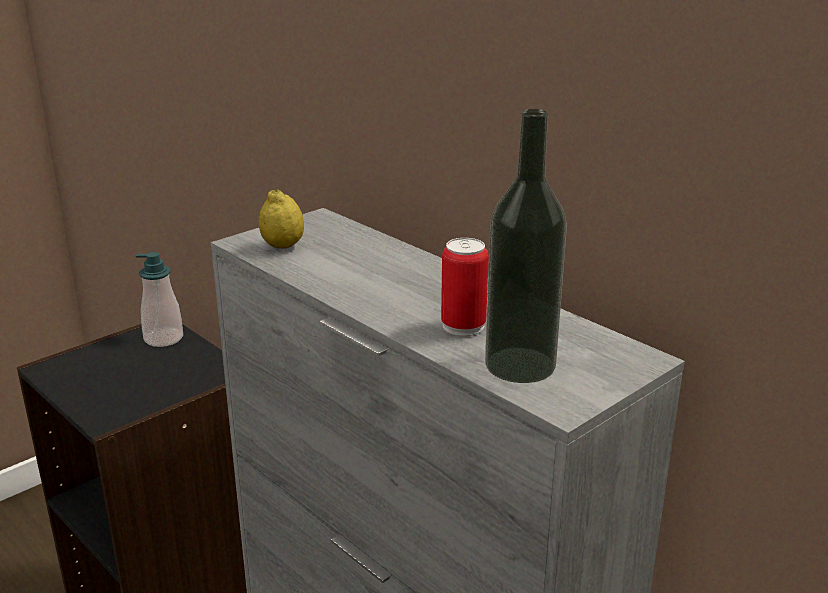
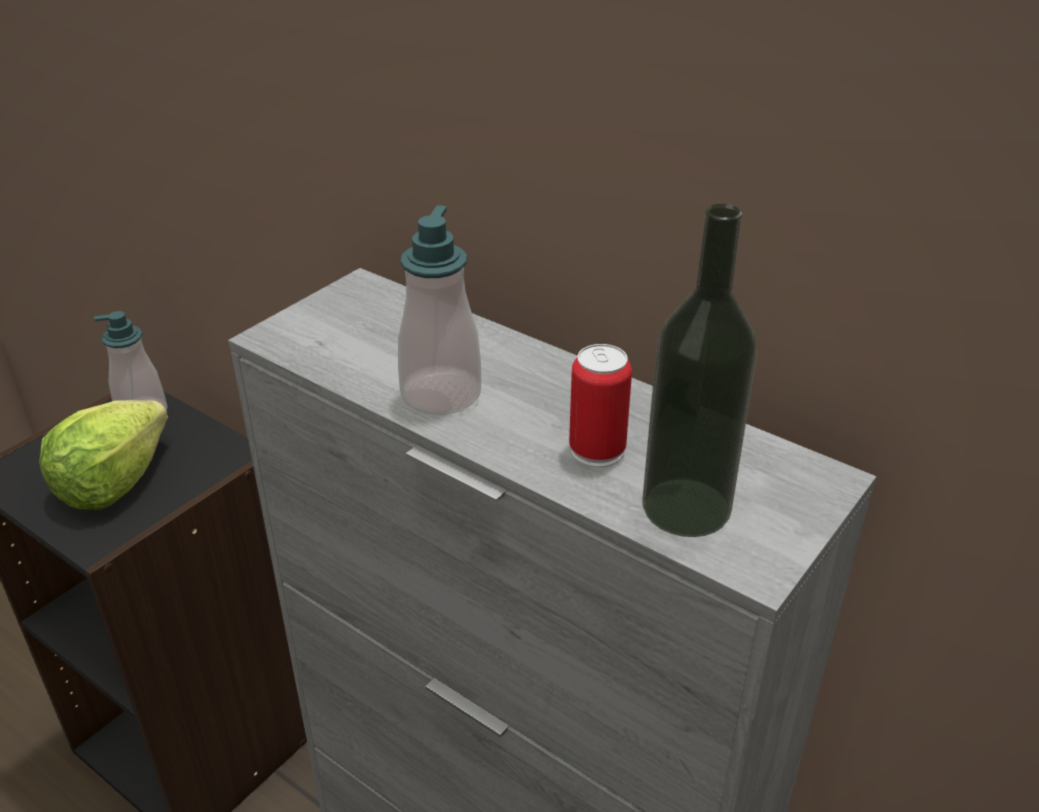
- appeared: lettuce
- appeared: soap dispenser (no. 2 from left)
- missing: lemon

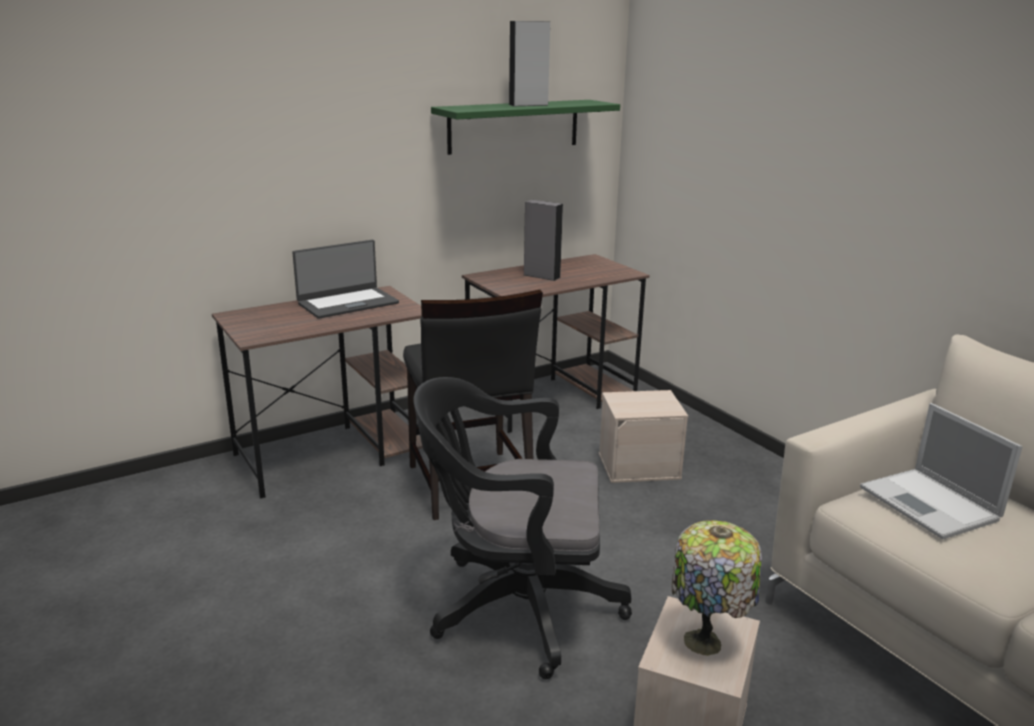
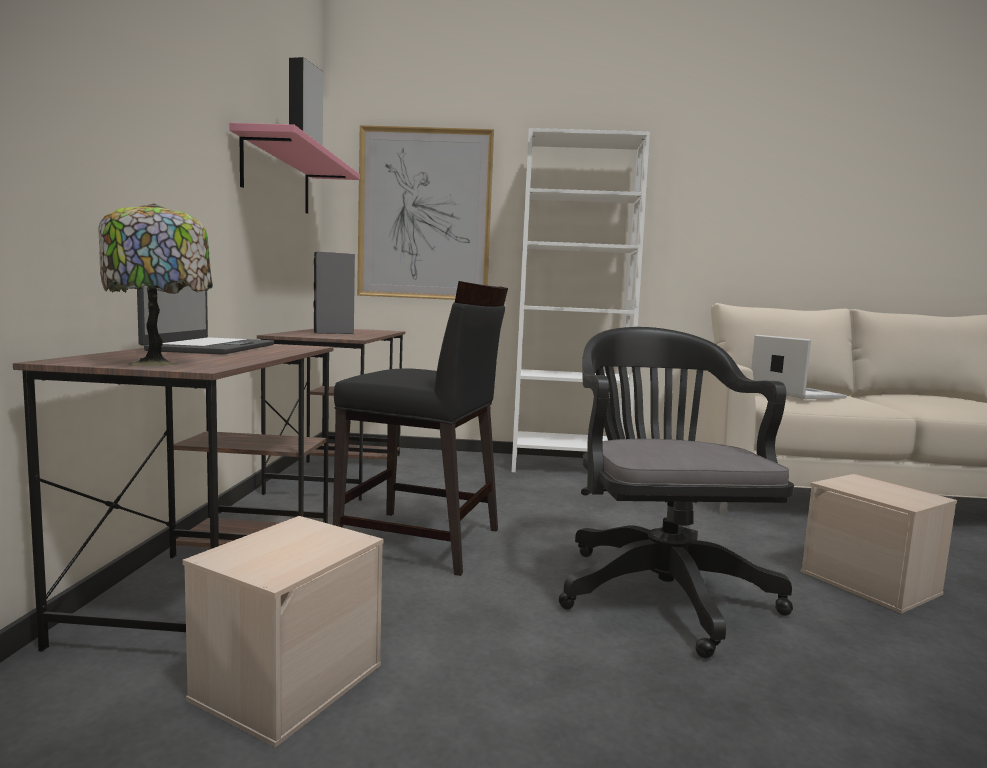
- relocated: table lamp
- relocated: beige storage box (no. 1 from left)
- colour: green shelf to pink shelf
- appeared: picture
- appeared: white bookcase
- spun: black office chair 135 degrees clockwise
- spun: laptop (no. 2 from left) 120 degrees counterclockwise

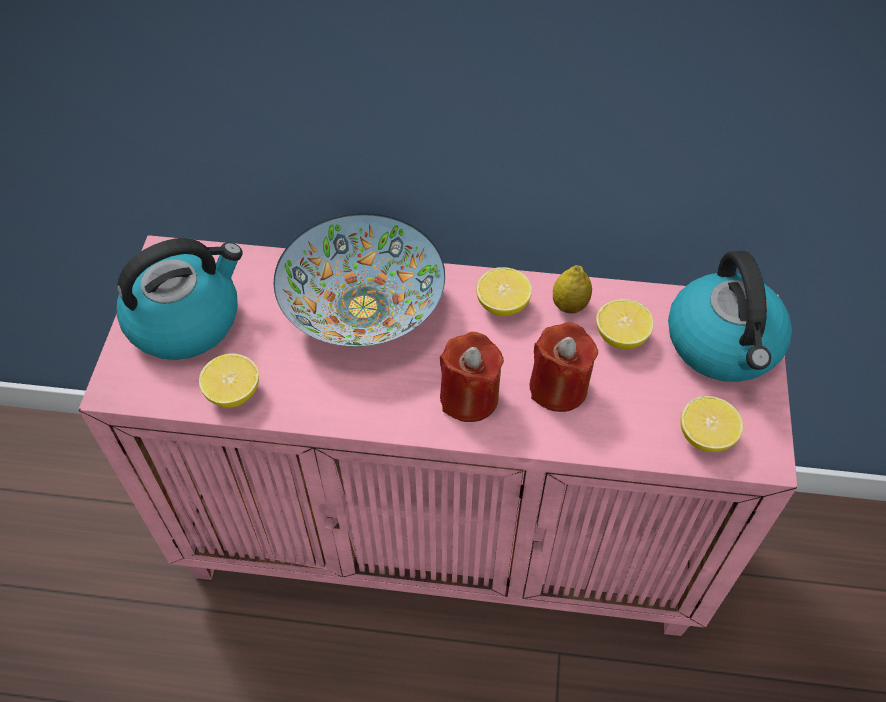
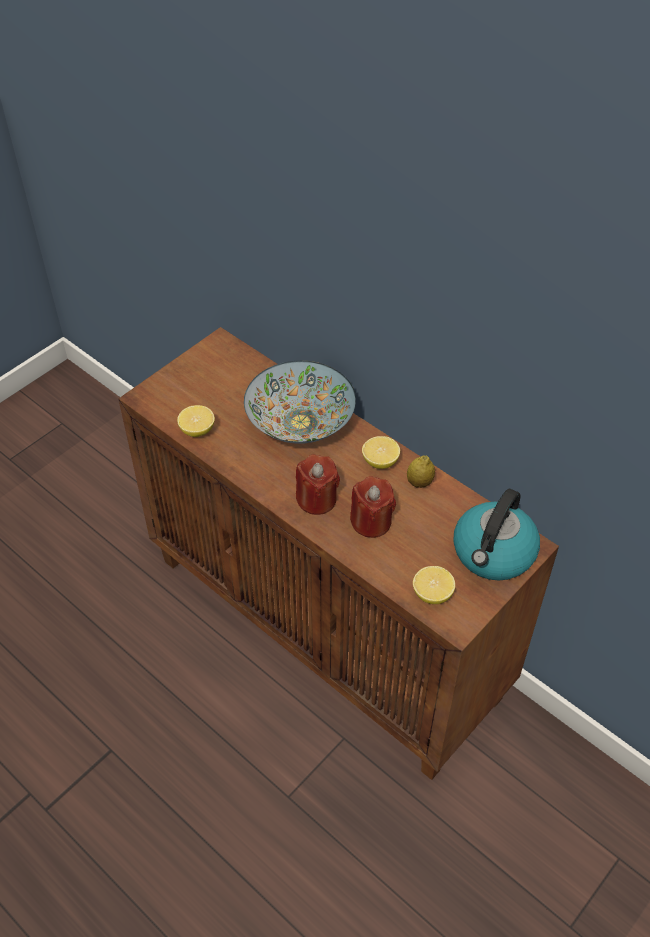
- colour: pink cabinet to brown cabinet
- missing: kettle (no. 1 from left)
- missing: lemon (no. 4 from left)

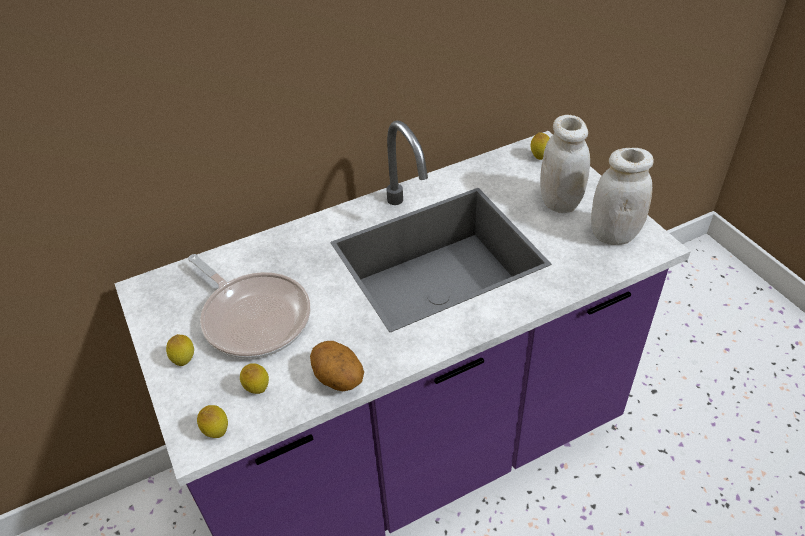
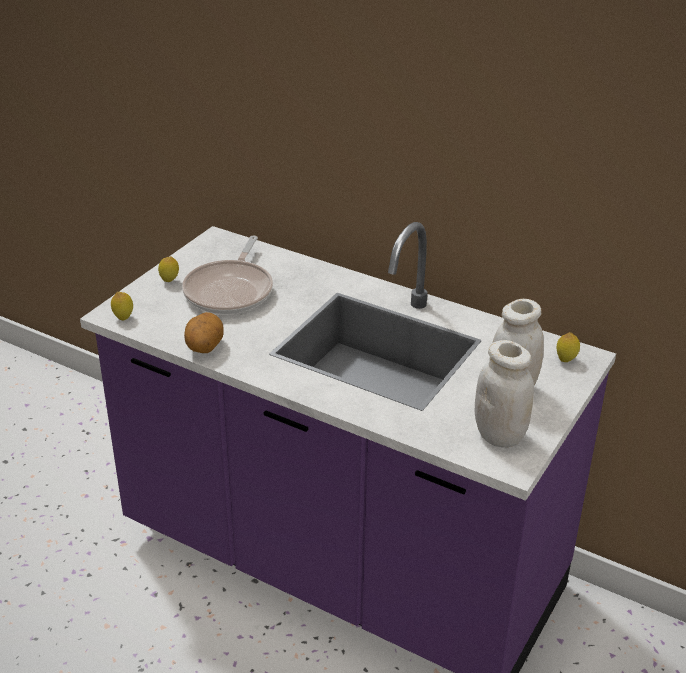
- missing: lemon (no. 3 from left)

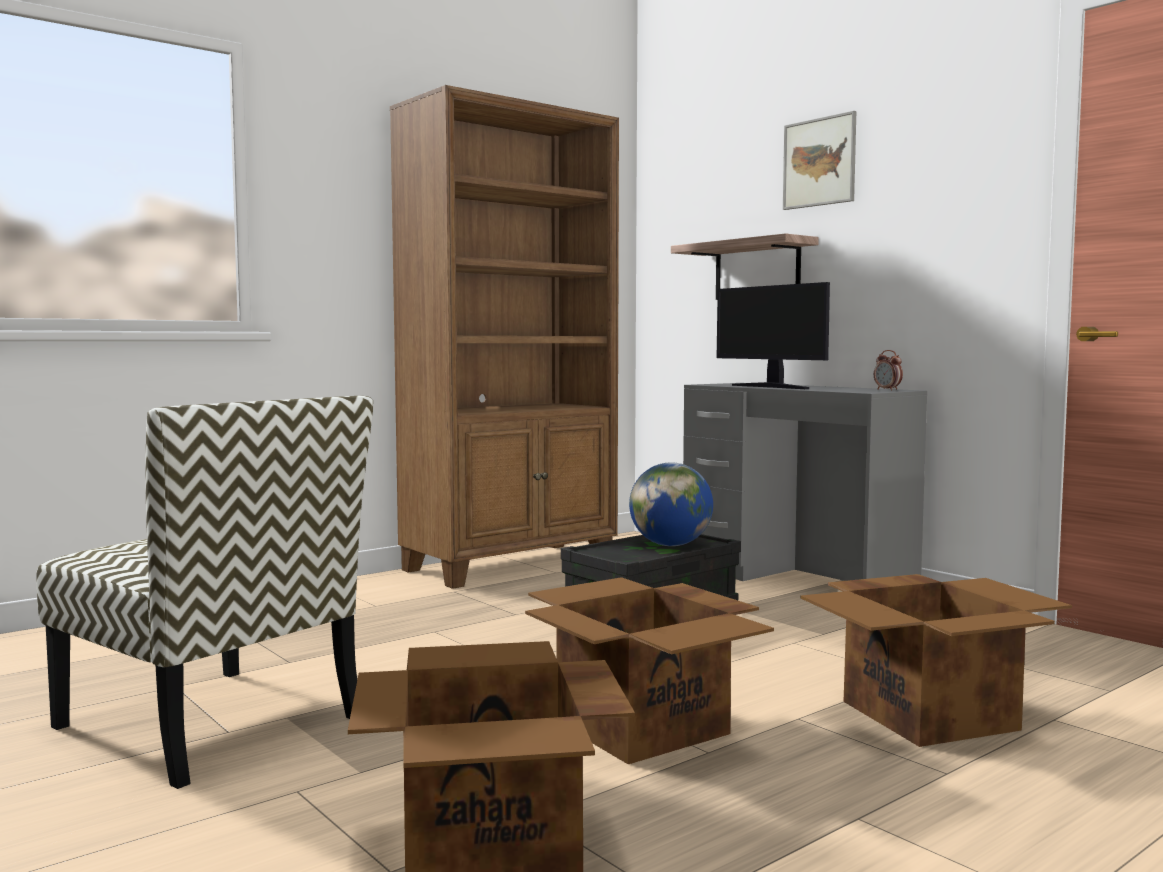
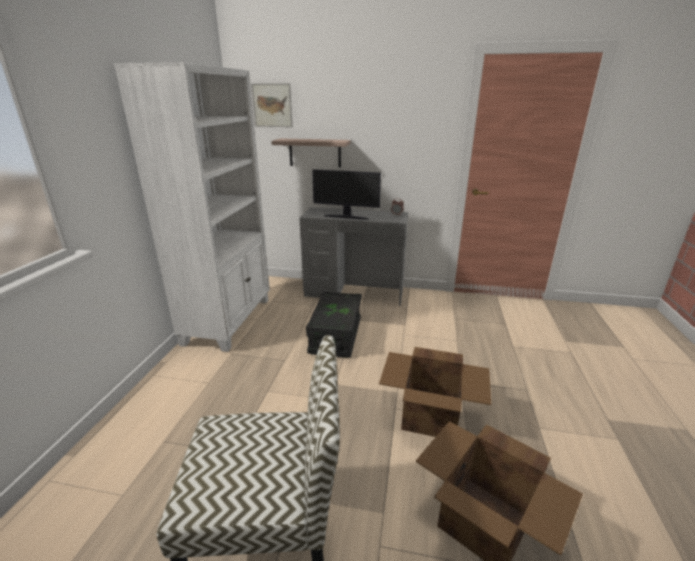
- colour: brown bookcase to white bookcase
- relocated: picture
- missing: globe
- missing: cardboard box (no. 3 from left)

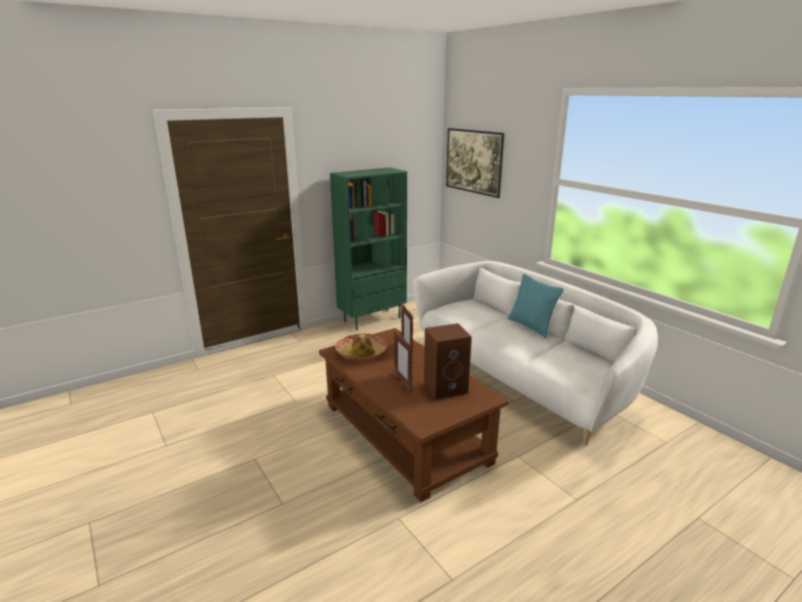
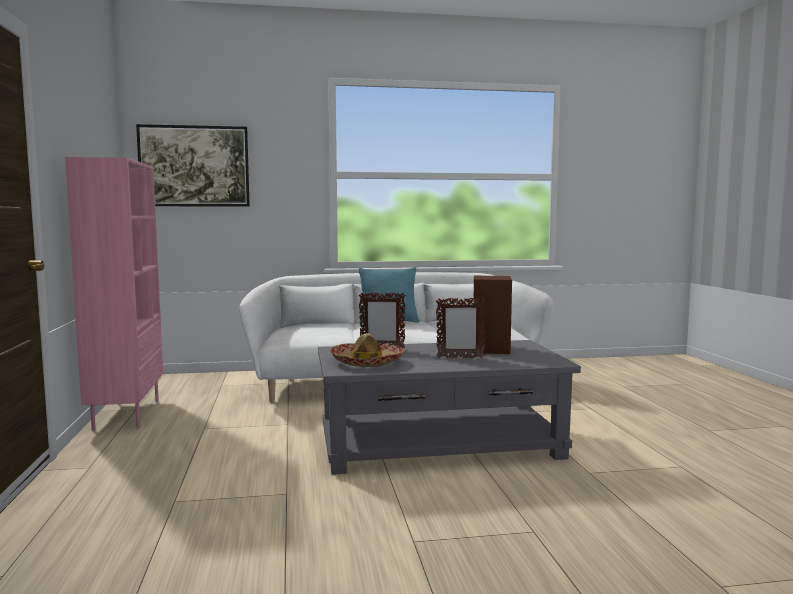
- colour: green bookcase to pink bookcase
- colour: brown coffee table to grey coffee table

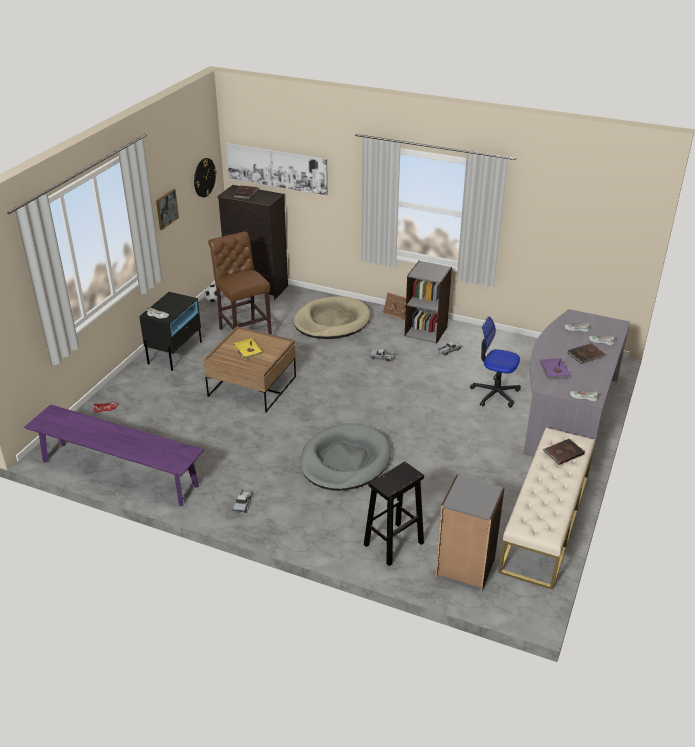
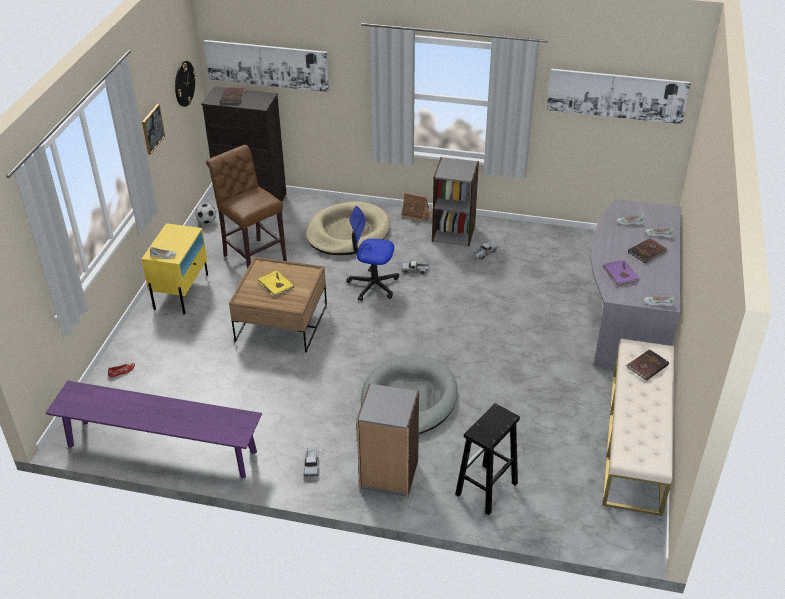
- colour: black nightstand to yellow nightstand
- relocated: office chair
- relocated: grey bookcase (no. 2 from left in the first image) to grey bookcase (no. 1 from left)
- appeared: picture (no. 3 from left)

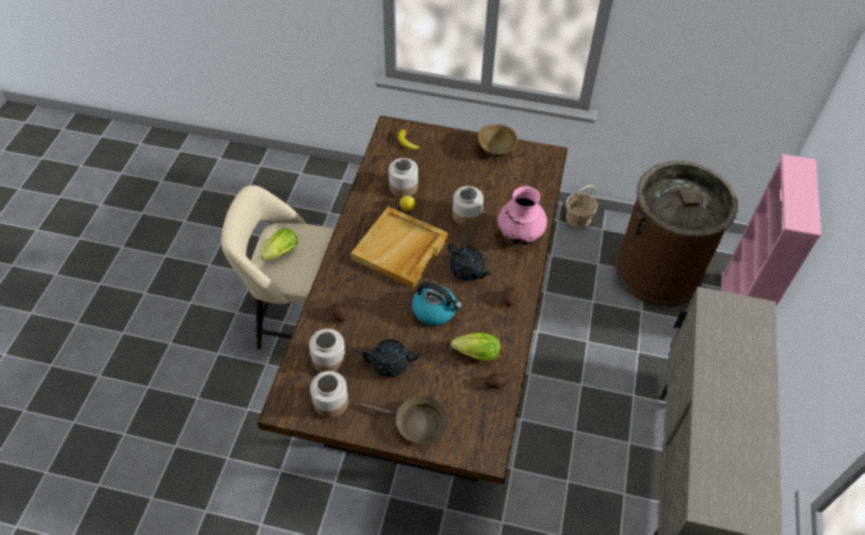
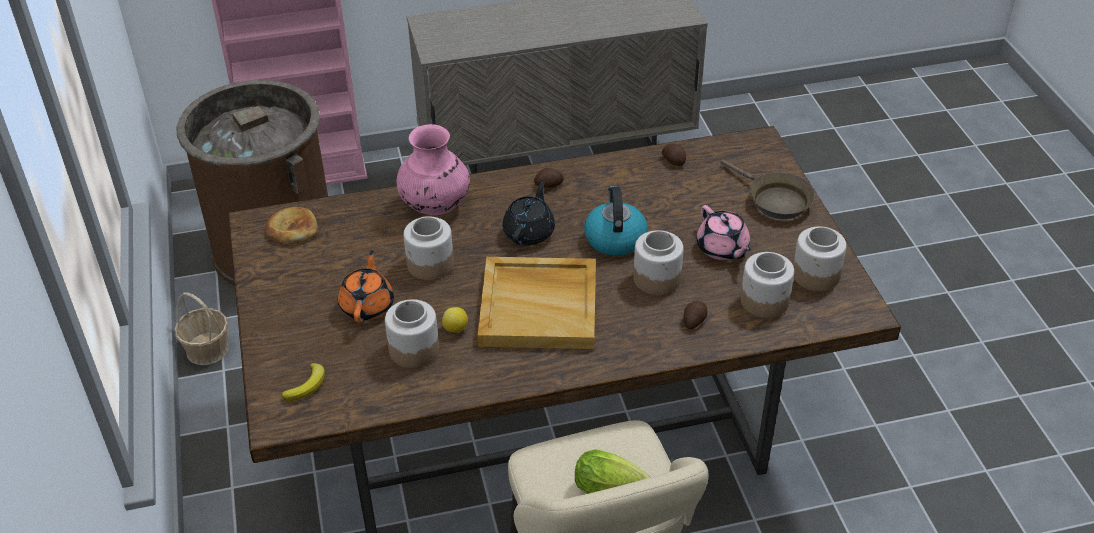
- appeared: bread
- appeared: orange teapot
- appeared: jar (no. 3 from left)
- colour: black teapot (no. 1 from left) to pink teapot
- spun: brown frying pan 150 degrees clockwise
- missing: lettuce (no. 2 from left)
- missing: brown bowl

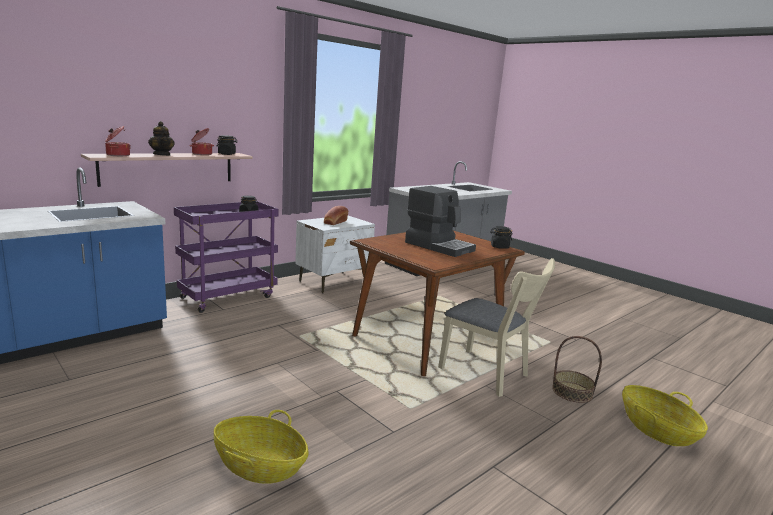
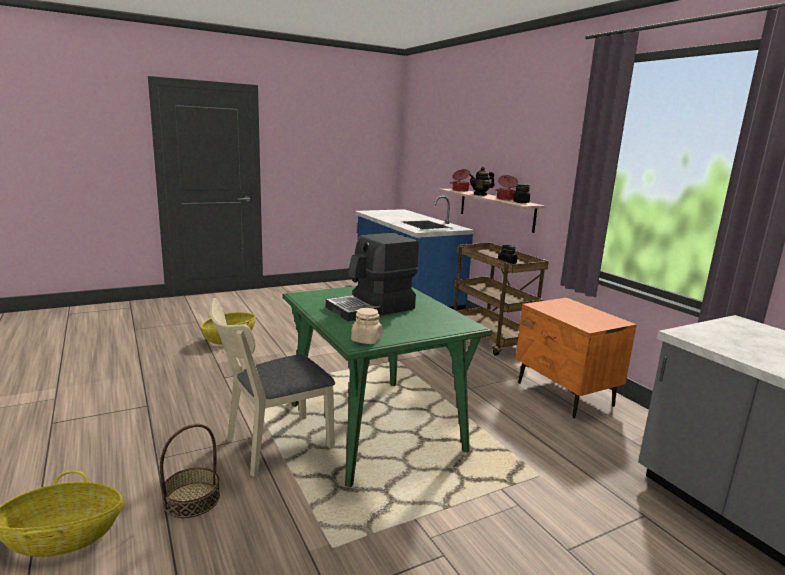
- colour: brown dining table to green dining table
- colour: black jar (no. 3 from left) to beige jar
- colour: purple cart to brown cart
- colour: white nightstand to orange nightstand
- missing: bread

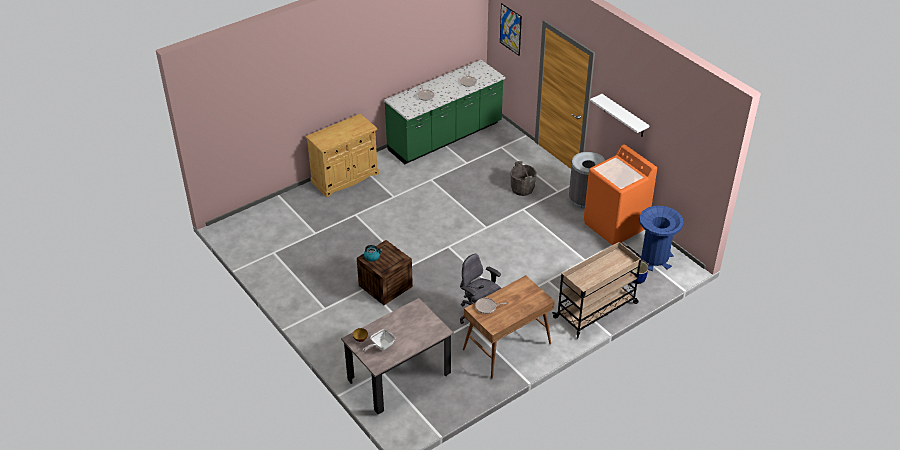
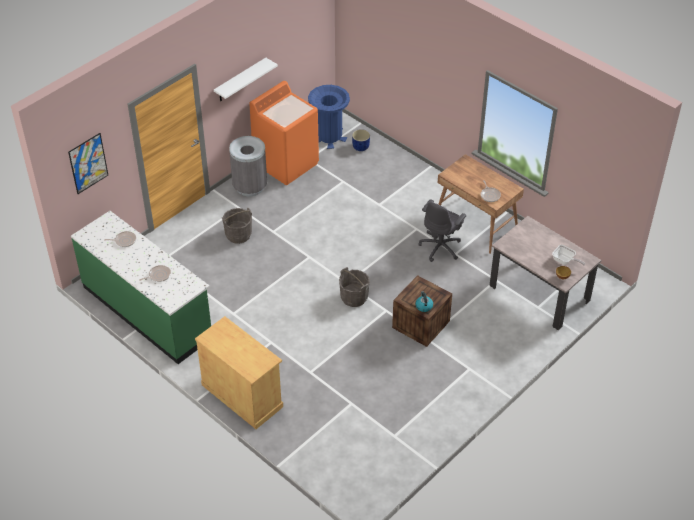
- appeared: grey bucket (no. 2 from left)
- missing: beige cart

